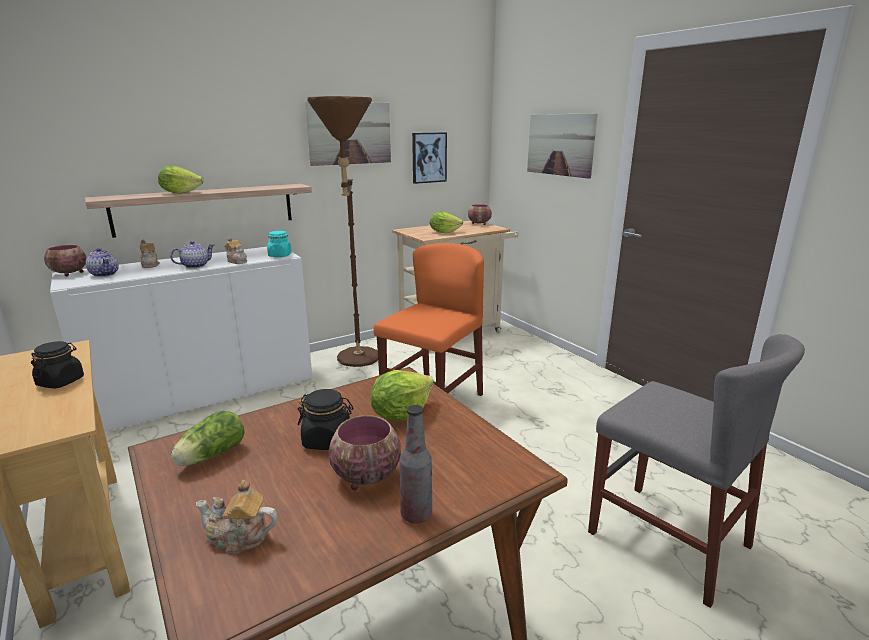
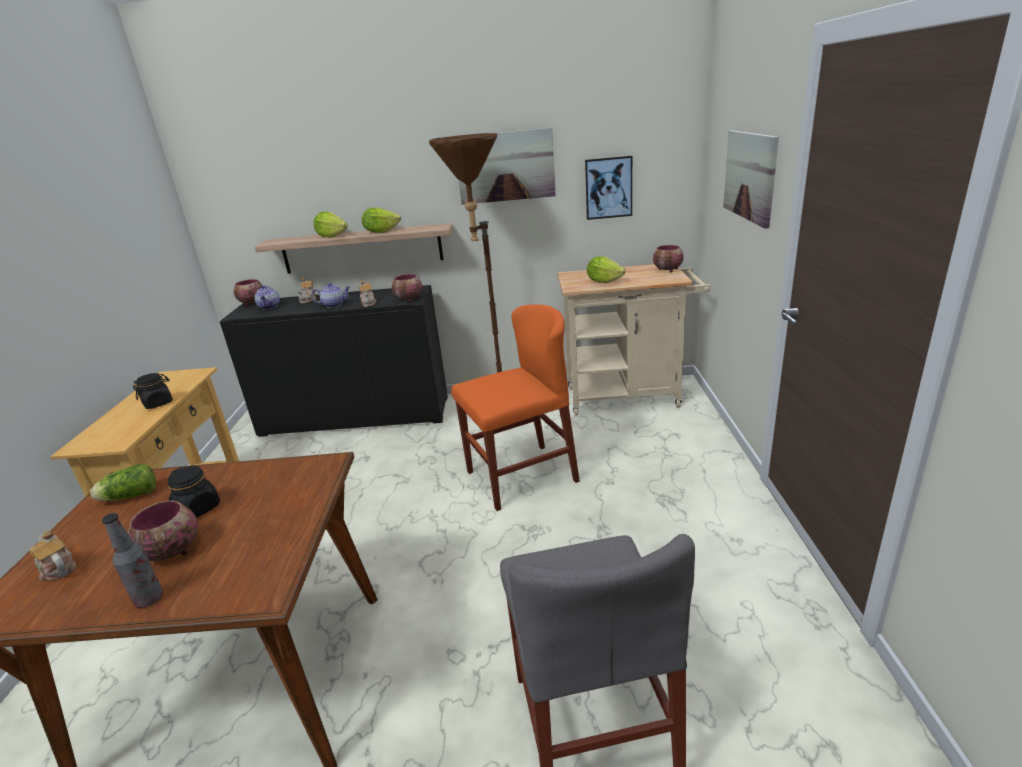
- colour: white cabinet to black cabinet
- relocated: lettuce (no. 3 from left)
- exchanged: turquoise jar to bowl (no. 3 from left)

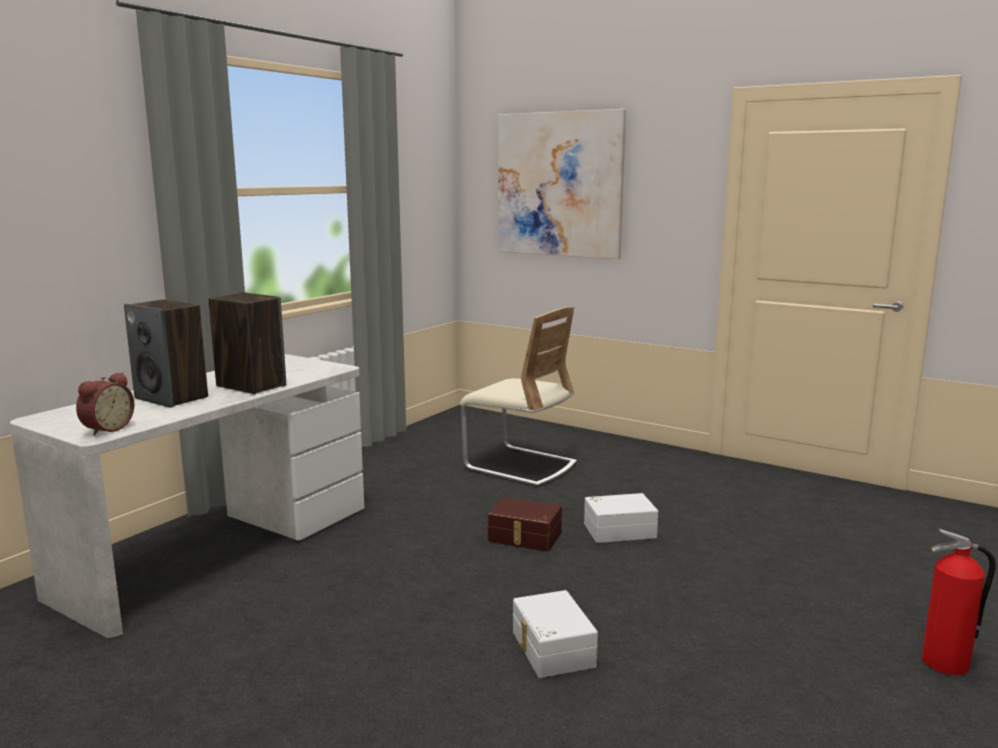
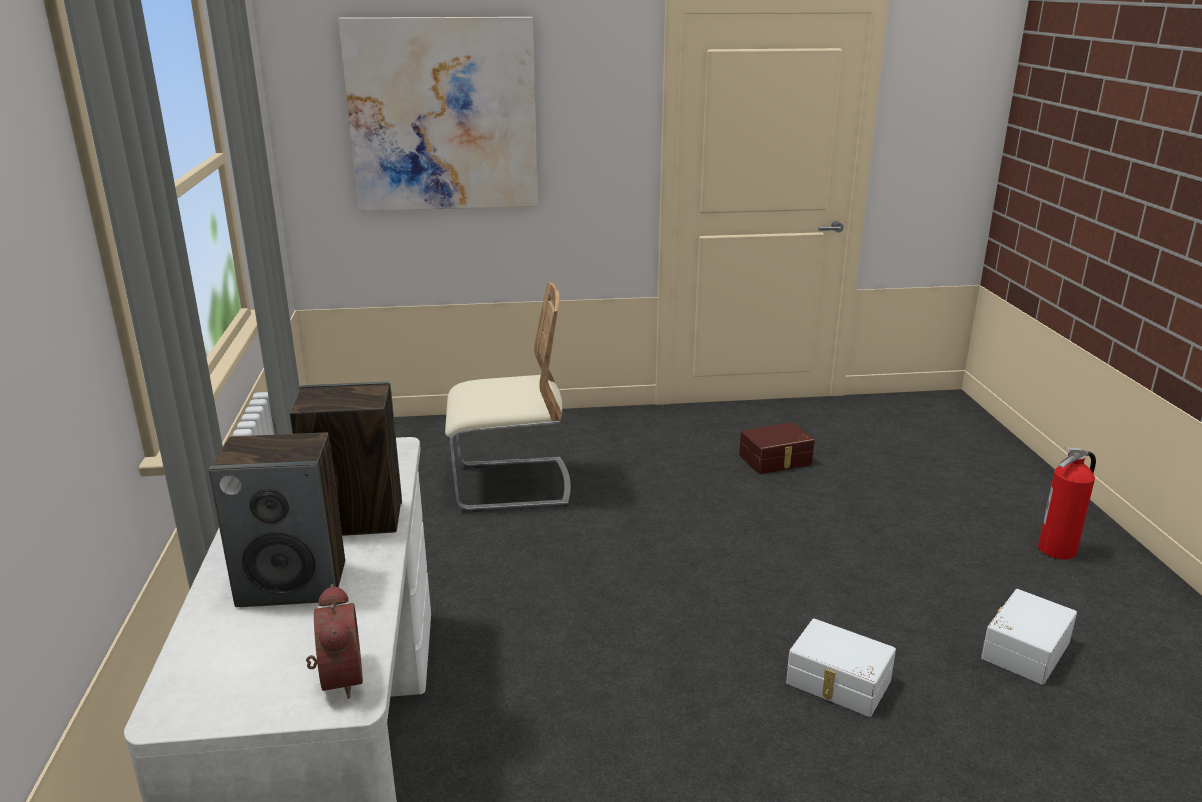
- relocated: brown storage box
- relocated: white storage box (no. 2 from left)

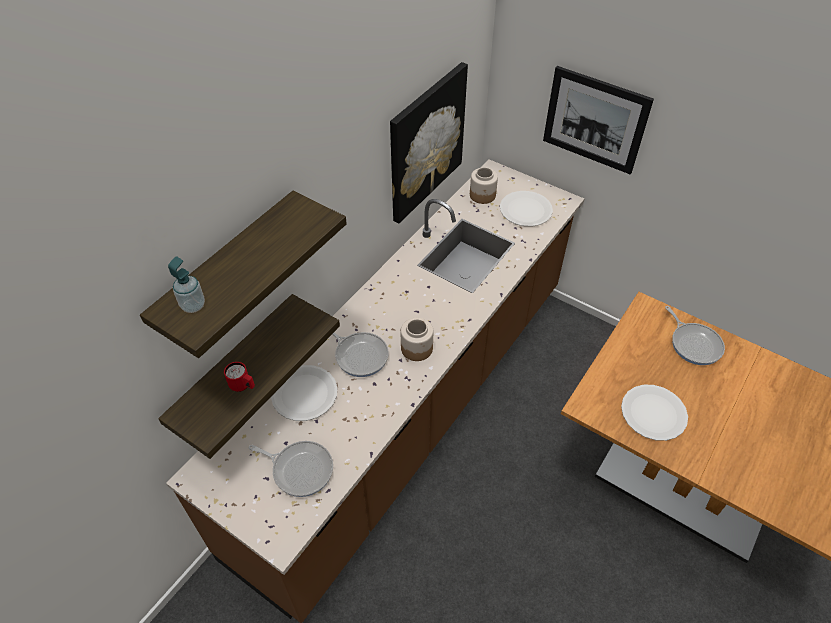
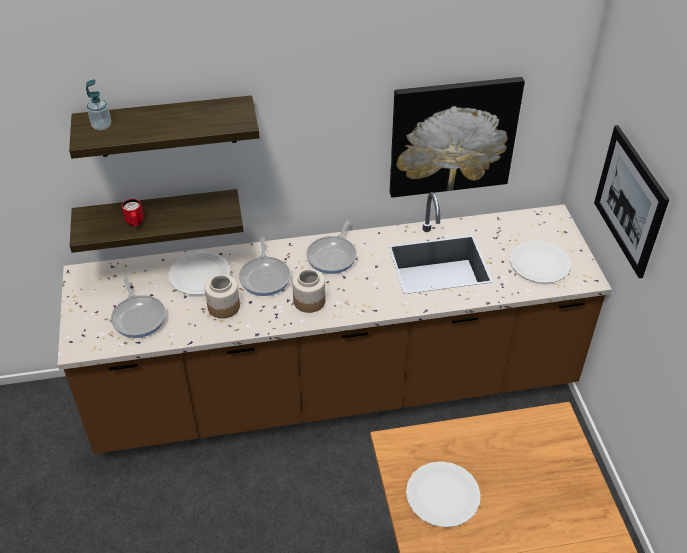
- relocated: jar (no. 2 from left in the first image) to jar (no. 1 from left)
- relocated: frying pan (no. 3 from left)

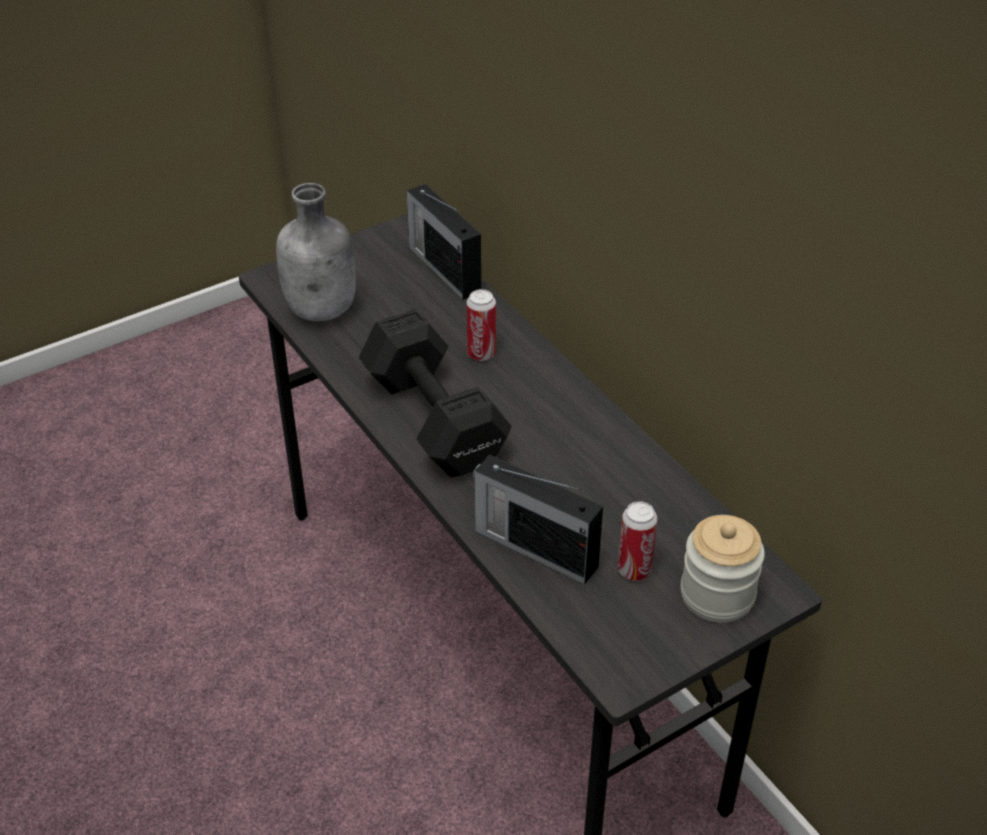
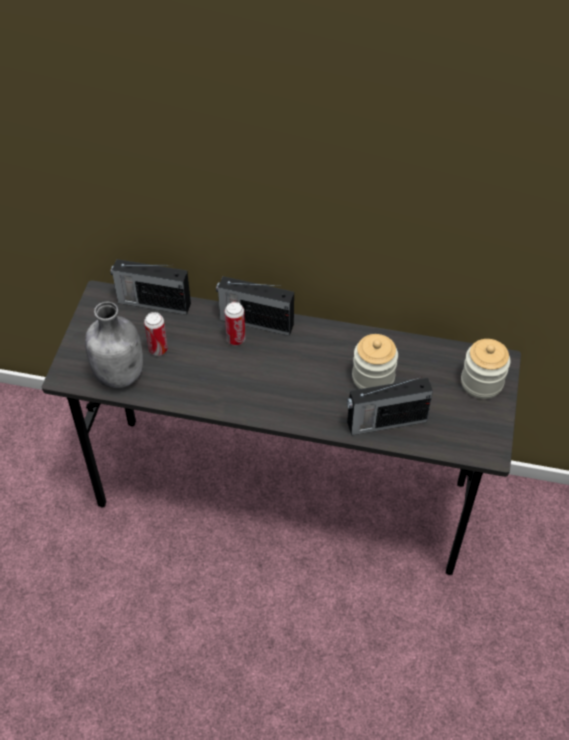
- relocated: can (no. 2 from left in the first image) to can (no. 1 from left)
- appeared: radio (no. 2 from left)
- appeared: jar (no. 1 from left)
- missing: black dumbbell

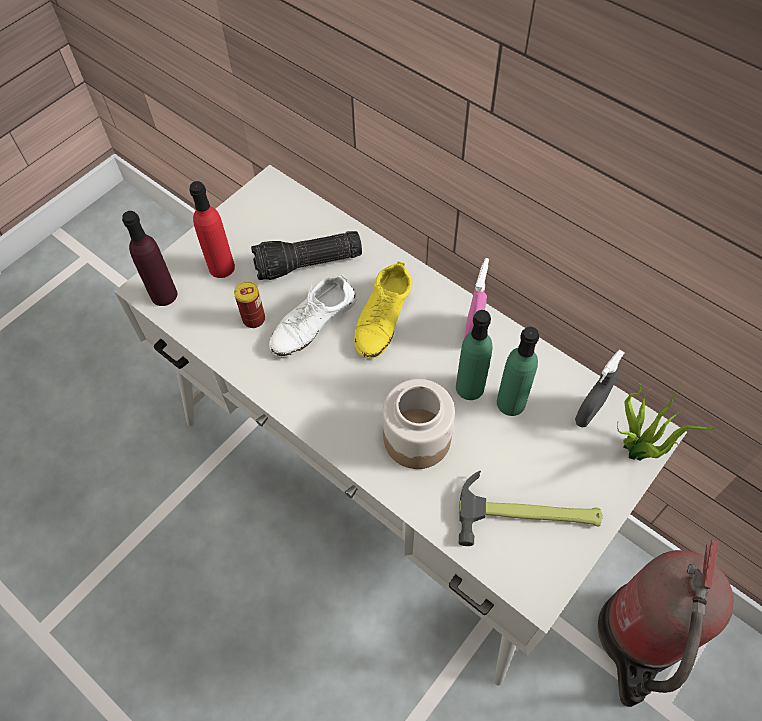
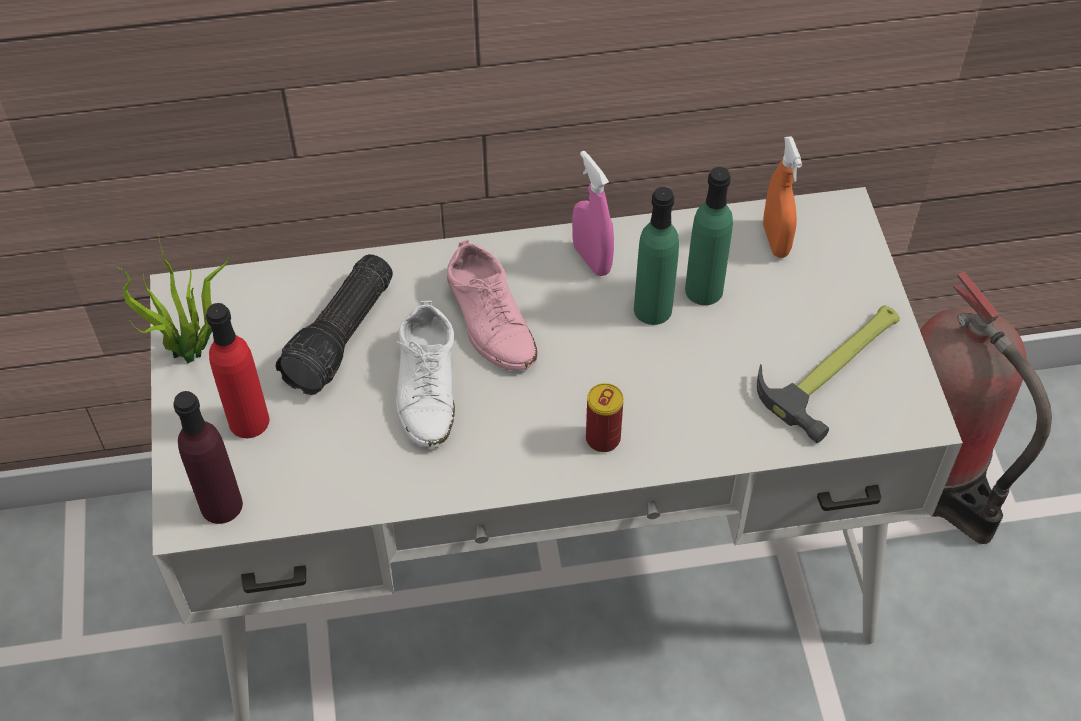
- relocated: potted plant
- colour: yellow shoe to pink shoe
- relocated: can
- colour: grey spray bottle to orange spray bottle
- missing: jar

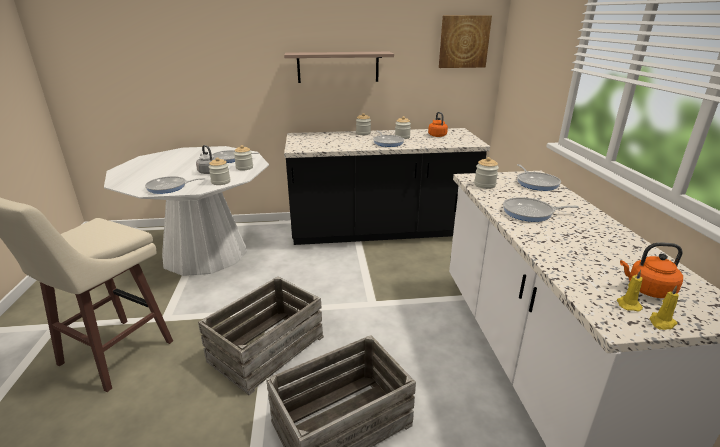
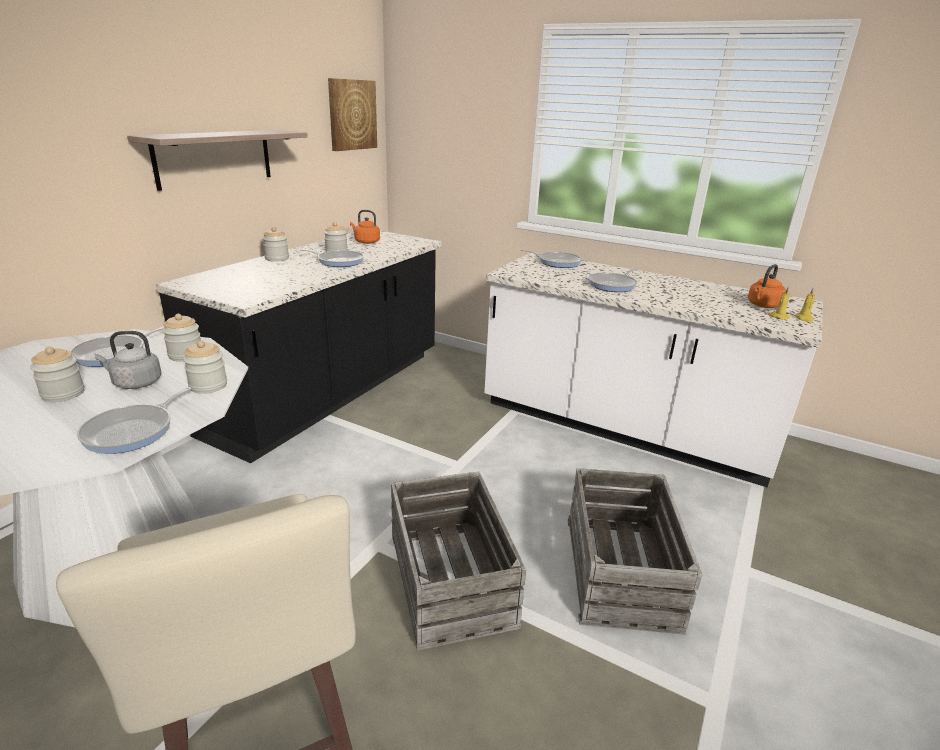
- relocated: jar (no. 5 from left in the first image) to jar (no. 1 from left)

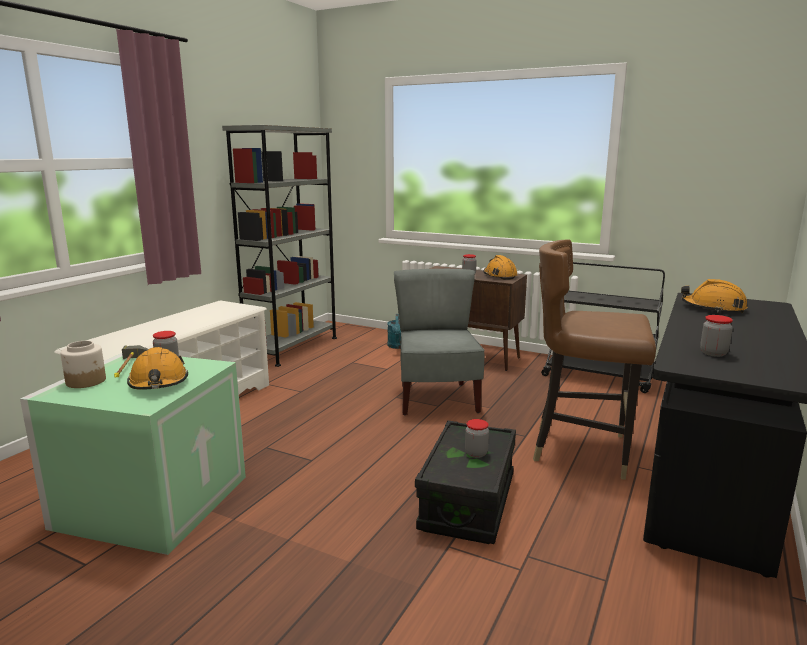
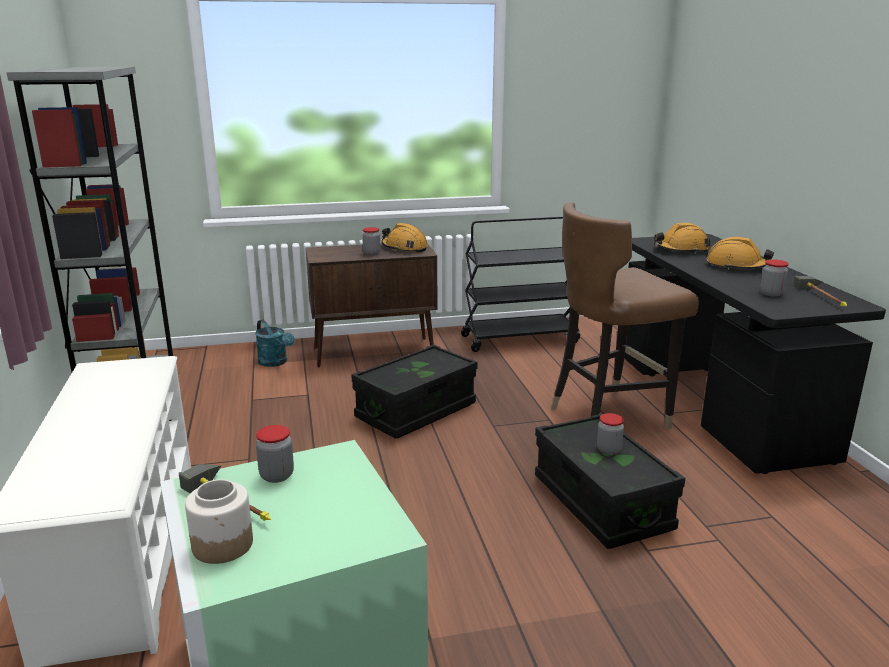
- exchanged: grey chair to black storage box (no. 1 from left)
- relocated: orange hard hat (no. 1 from left in the first image) to orange hard hat (no. 3 from left)
- appeared: hammer (no. 2 from left)

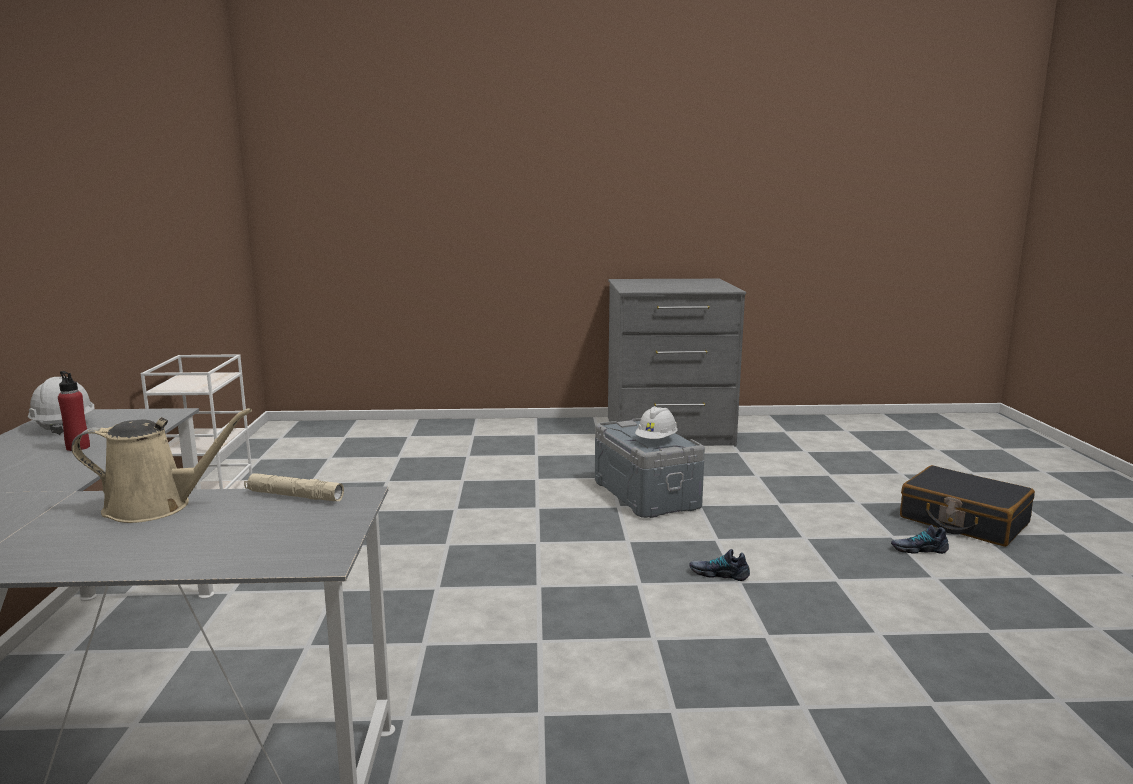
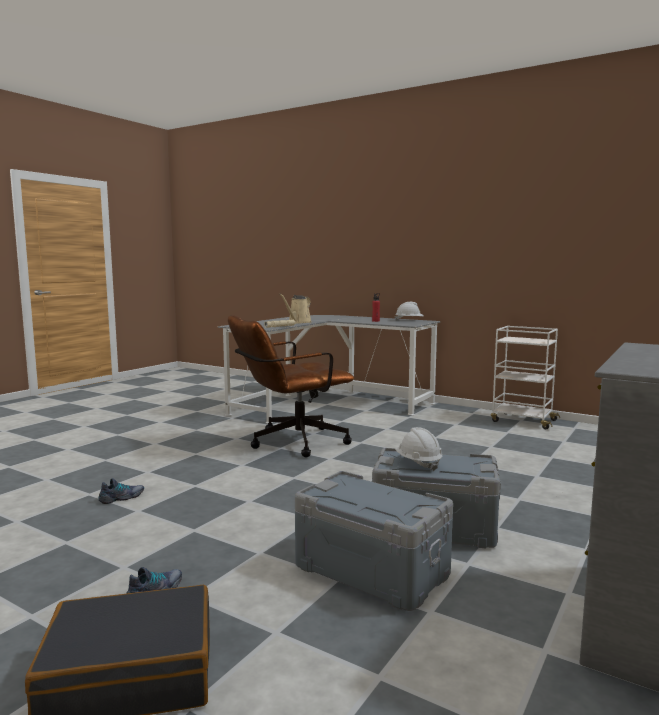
- relocated: shoe (no. 1 from left)
- appeared: brown office chair
- appeared: grey storage box (no. 1 from left)

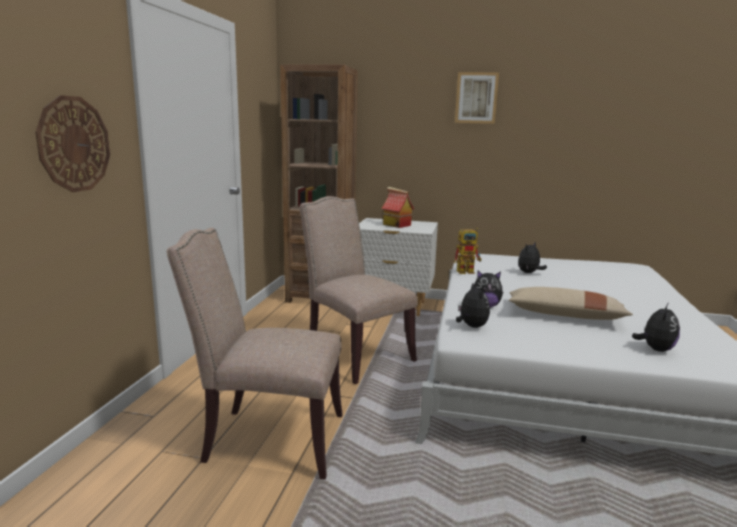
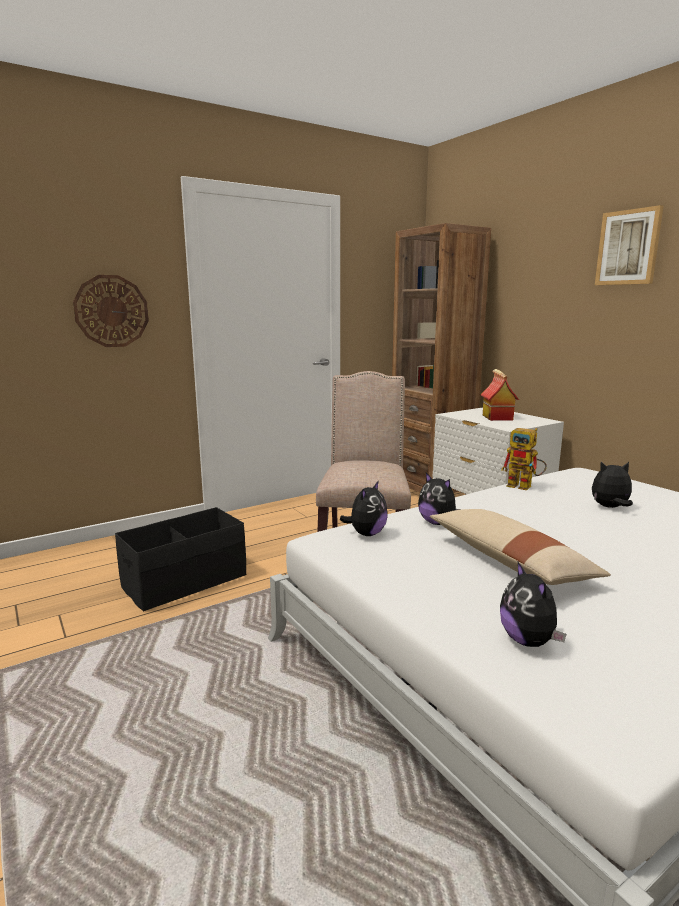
- exchanged: beige chair (no. 1 from left) to black storage box
- spun: plush toy (no. 4 from left in the first image) 90 degrees clockwise

